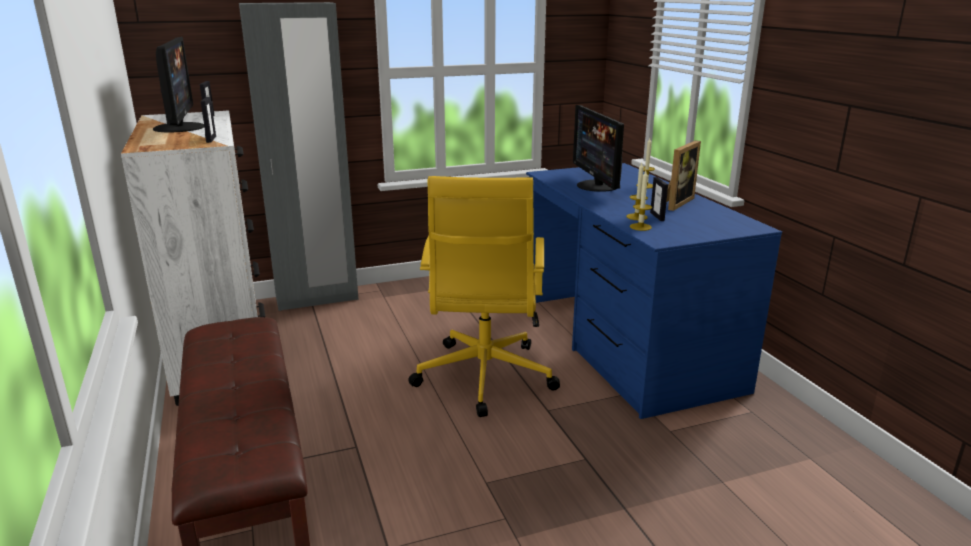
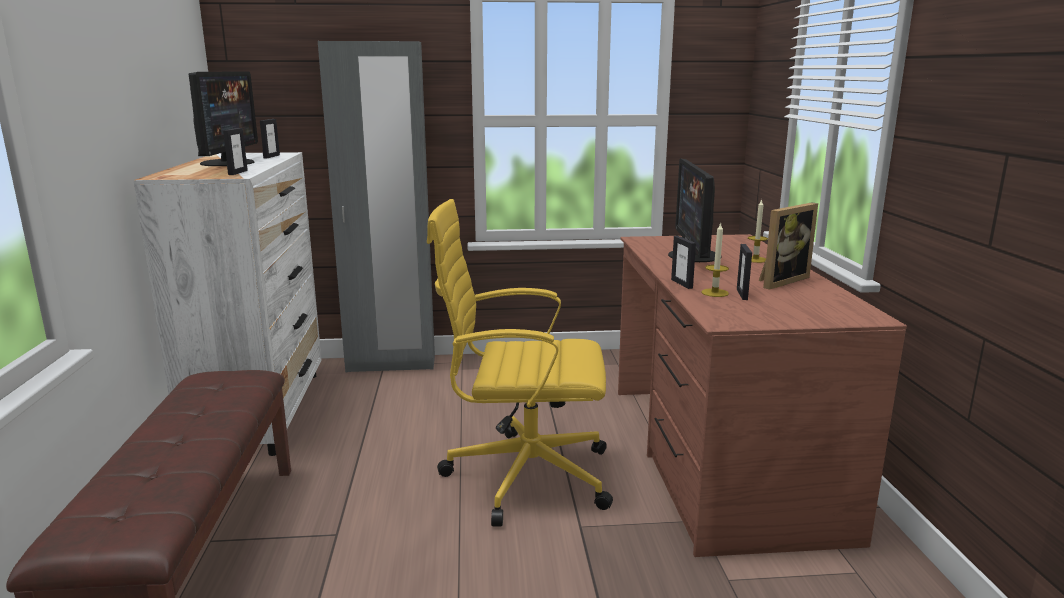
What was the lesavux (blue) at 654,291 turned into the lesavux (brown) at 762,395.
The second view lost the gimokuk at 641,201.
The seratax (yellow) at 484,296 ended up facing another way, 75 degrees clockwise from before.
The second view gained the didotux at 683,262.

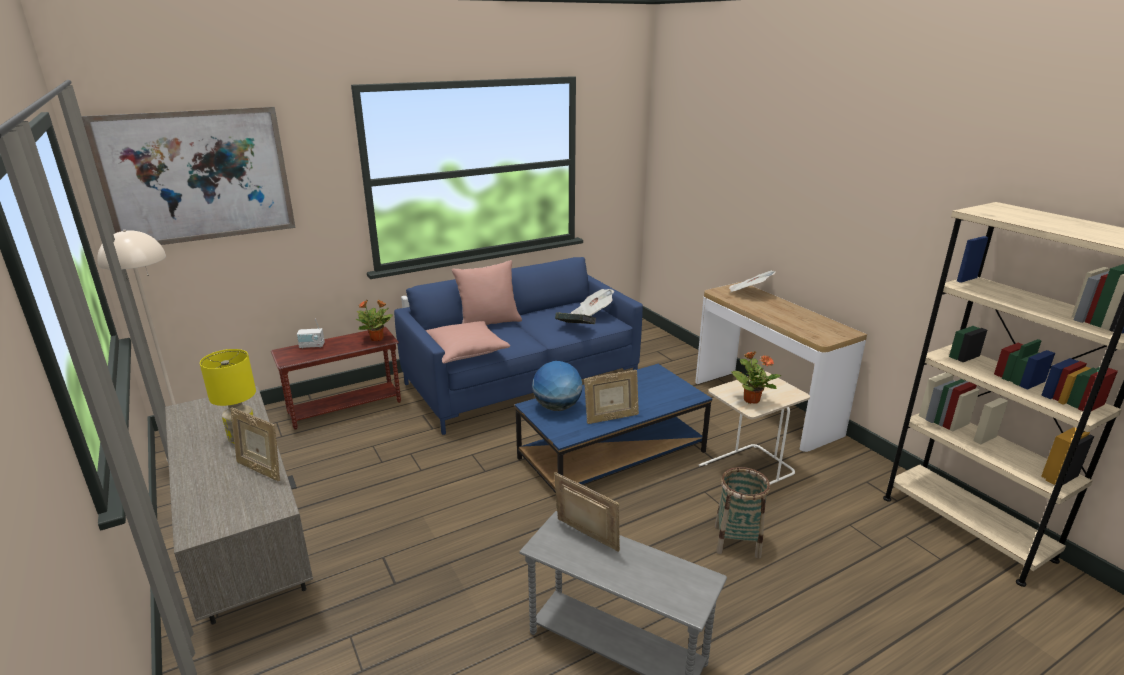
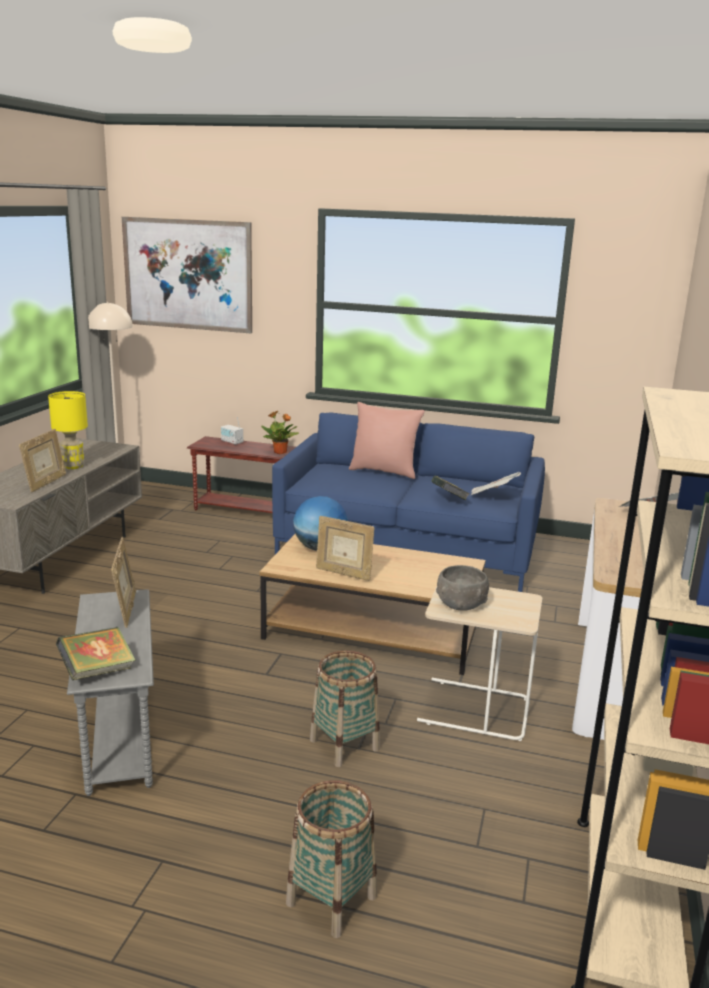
The second view lost the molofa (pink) at 467,342.
Where the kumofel stood at 756,377, the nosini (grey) came to stand at 462,588.
What was the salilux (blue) at 613,428 turned into the salilux (brown) at 372,604.
The didotux at 255,444 ended up facing another way, 150 degrees counterclockwise from before.
The second view gained the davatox at 96,653.
The second view gained the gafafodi at 331,859.

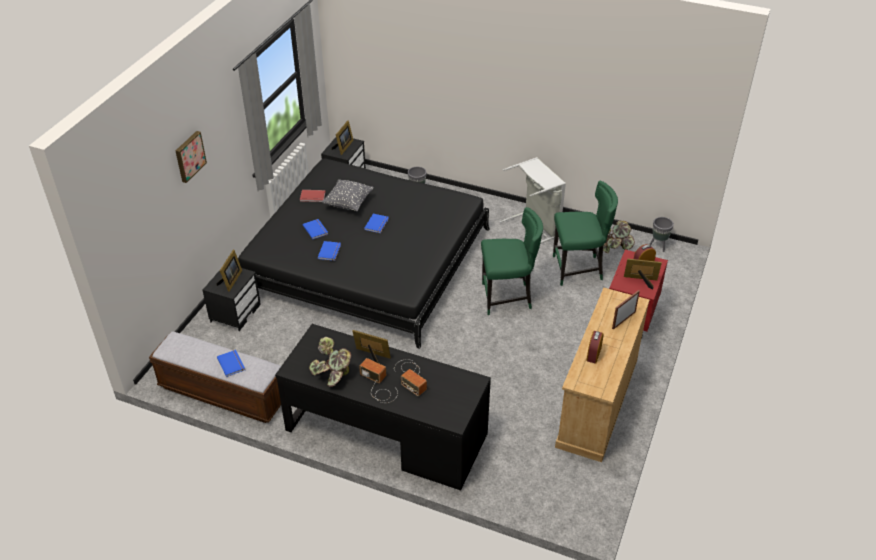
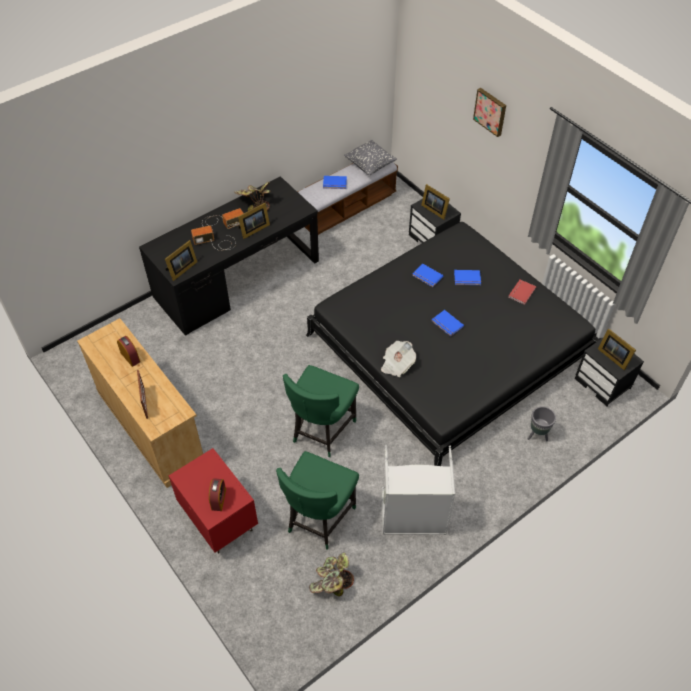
The molofa (grey) ended up elsewhere, having gone from 348,195 to 370,158.
The second view lost the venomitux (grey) at 661,234.
The didotux ended up elsewhere, having gone from 643,274 to 181,260.
The second view gained the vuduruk at 398,359.

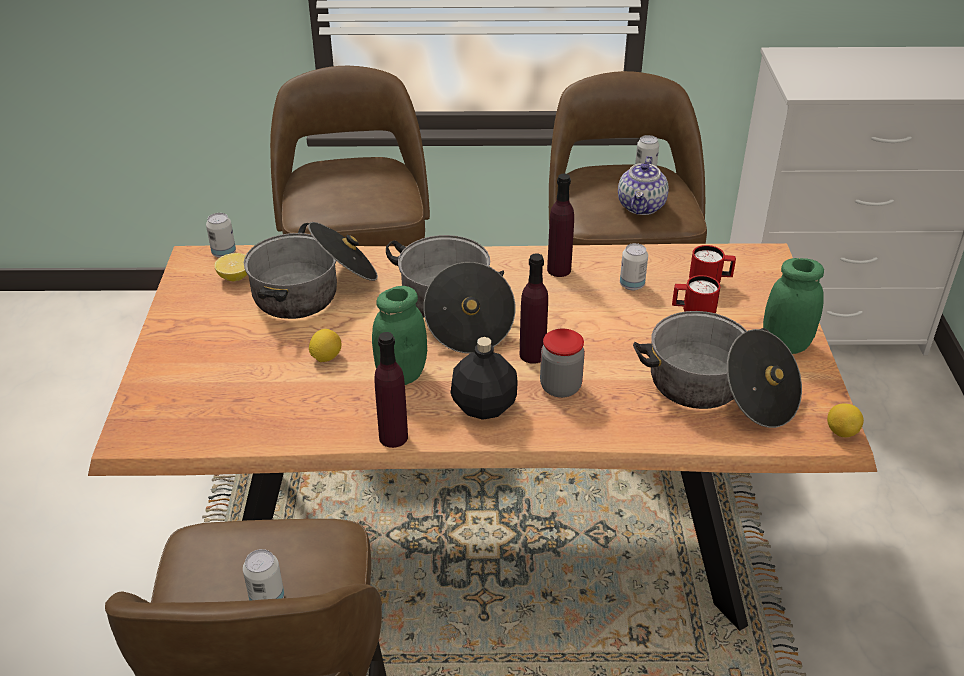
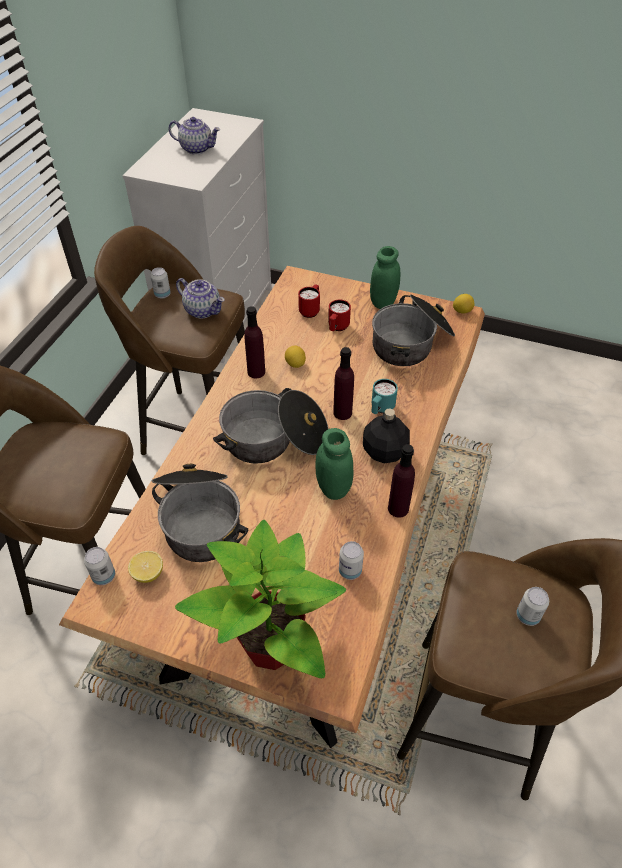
The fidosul ended up elsewhere, having gone from 634,266 to 351,560.
Where the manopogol stood at 562,363, the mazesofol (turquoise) came to stand at 384,396.
The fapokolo ended up elsewhere, having gone from 325,345 to 295,356.
The second view gained the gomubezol at 194,135.
The second view gained the kumofel at 260,599.

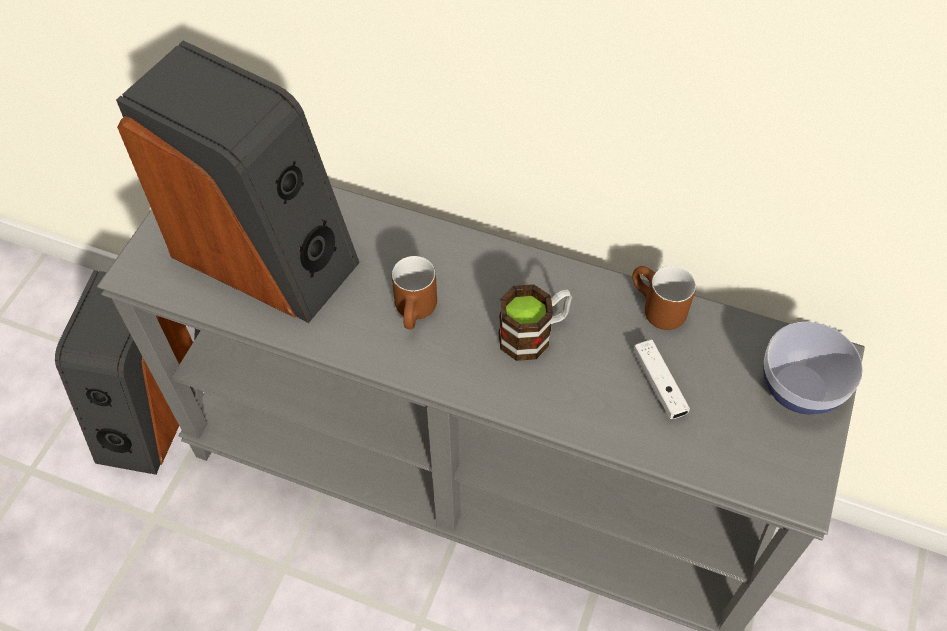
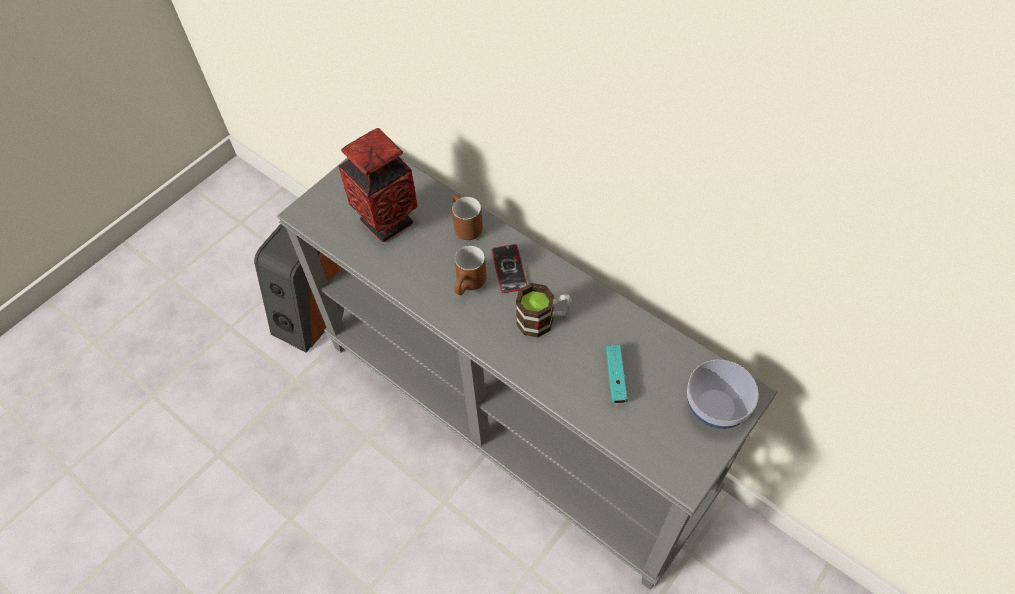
Where the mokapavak stood at 238,181, the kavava came to stand at 378,185.
The mazesofol (brown) ended up elsewhere, having gone from 664,298 to 467,217.
What was the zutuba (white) at 662,379 turned into the zutuba (turquoise) at 616,374.
The second view gained the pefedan at 509,268.

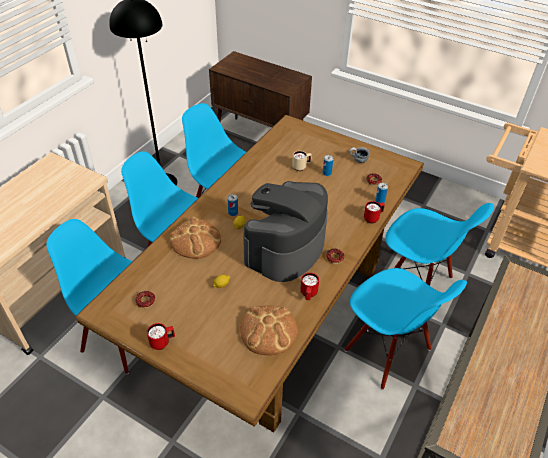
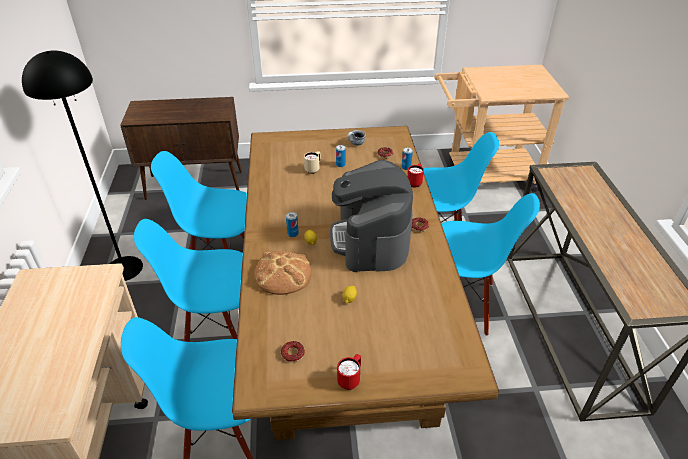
The second view lost the mazesofol (red) at 310,286.
The second view lost the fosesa at 268,330.

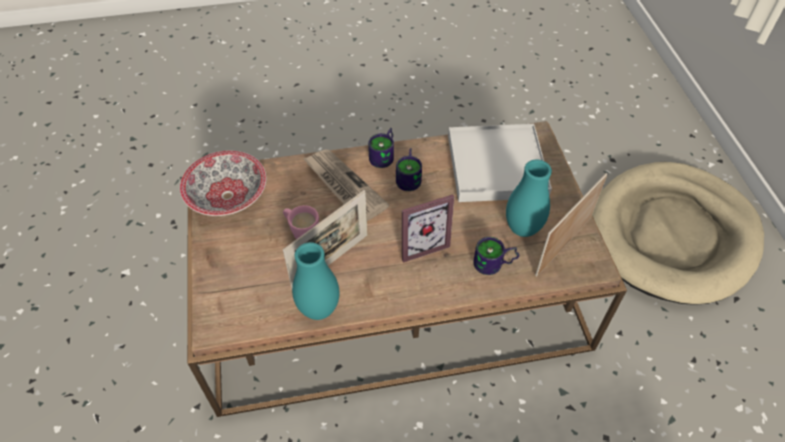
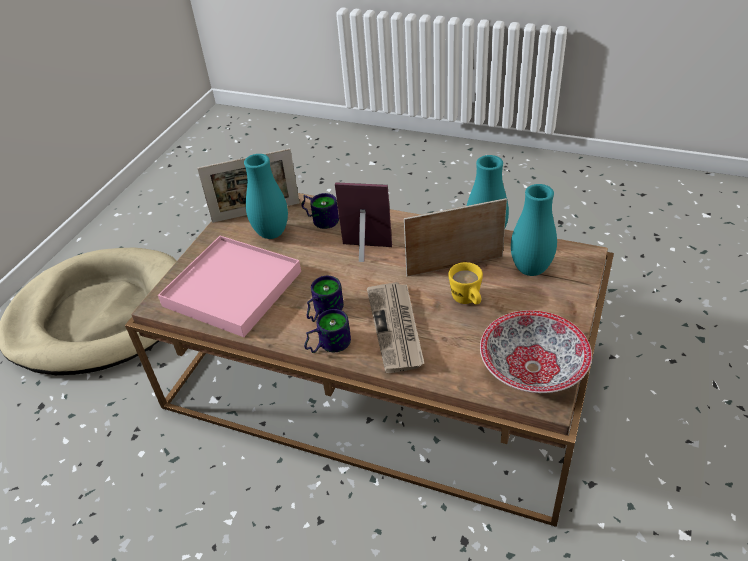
What was the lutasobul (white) at 500,163 turned into the lutasobul (pink) at 229,286.
What was the mazesofol (pink) at 301,222 turned into the mazesofol (yellow) at 465,283.
The second view gained the kavava (turquoise) at 534,230.

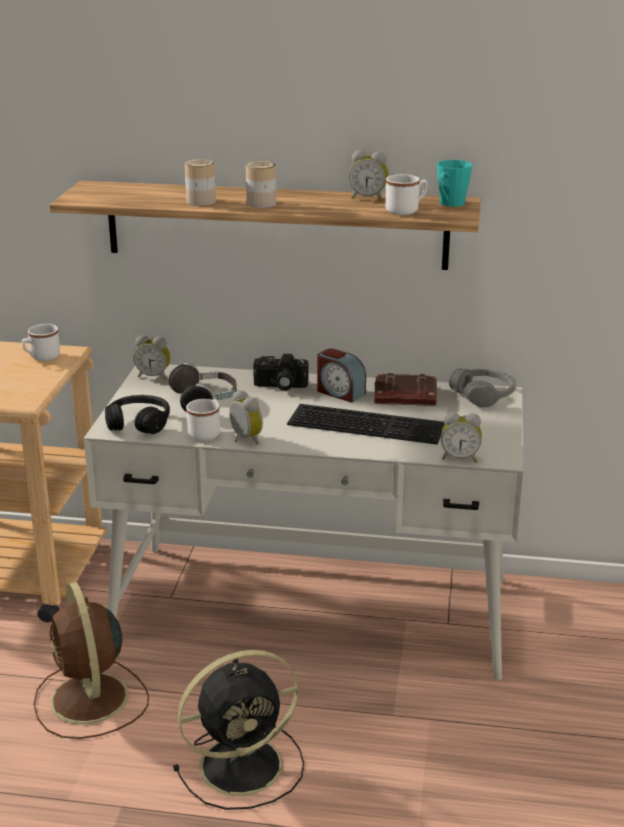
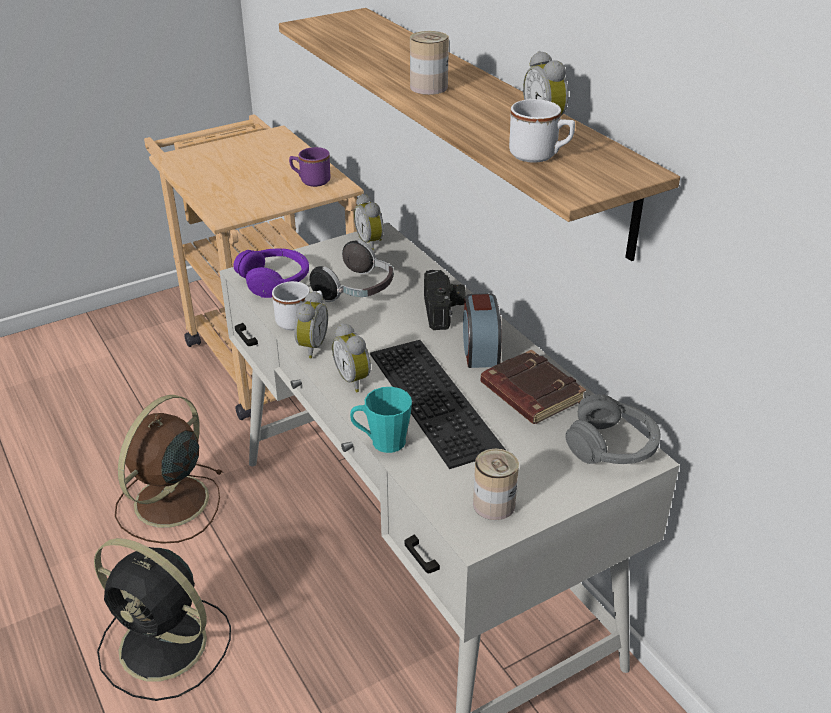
The fidosul ended up elsewhere, having gone from 200,182 to 496,484.
The mazesofol (turquoise) ended up elsewhere, having gone from 454,183 to 381,420.
What was the mazesofol (white) at 41,342 turned into the mazesofol (purple) at 309,167.
The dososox at 281,372 ended up facing another way, 150 degrees counterclockwise from before.
What was the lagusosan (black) at 137,414 turned into the lagusosan (purple) at 271,273.
The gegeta ended up elsewhere, having gone from 461,437 to 351,357.

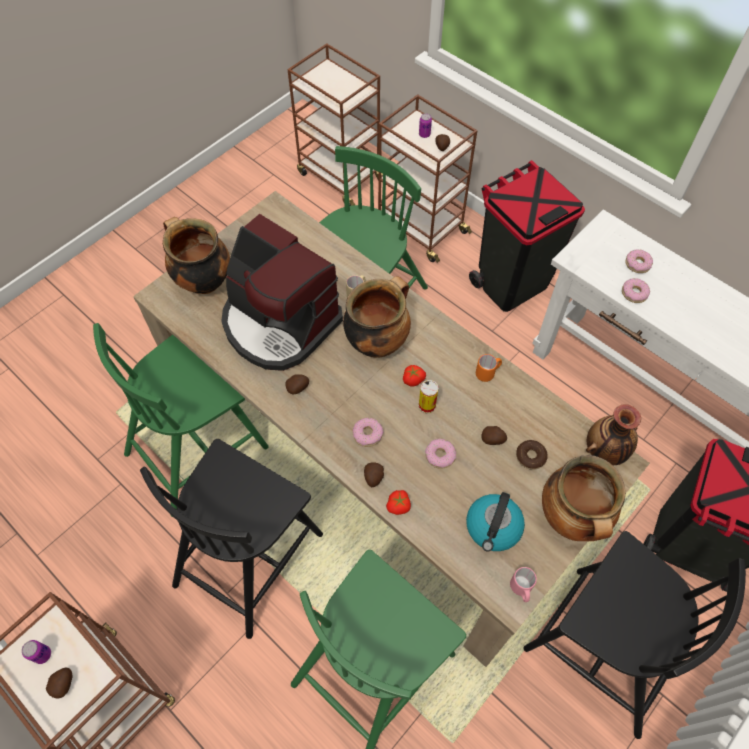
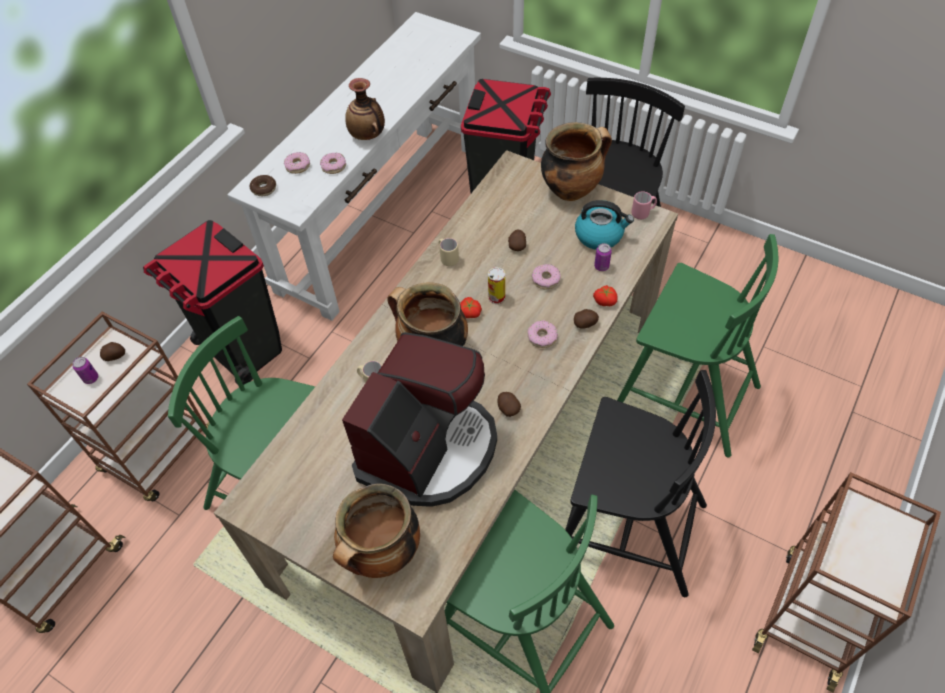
What was the mazesofol (orange) at 489,368 turned into the mazesofol (beige) at 449,252.
The kavava ended up elsewhere, having gone from 613,434 to 365,109.
The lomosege ended up elsewhere, having gone from 532,455 to 263,185.
The fidosul ended up elsewhere, having gone from 36,652 to 603,257.
The second view lost the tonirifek at 59,683.

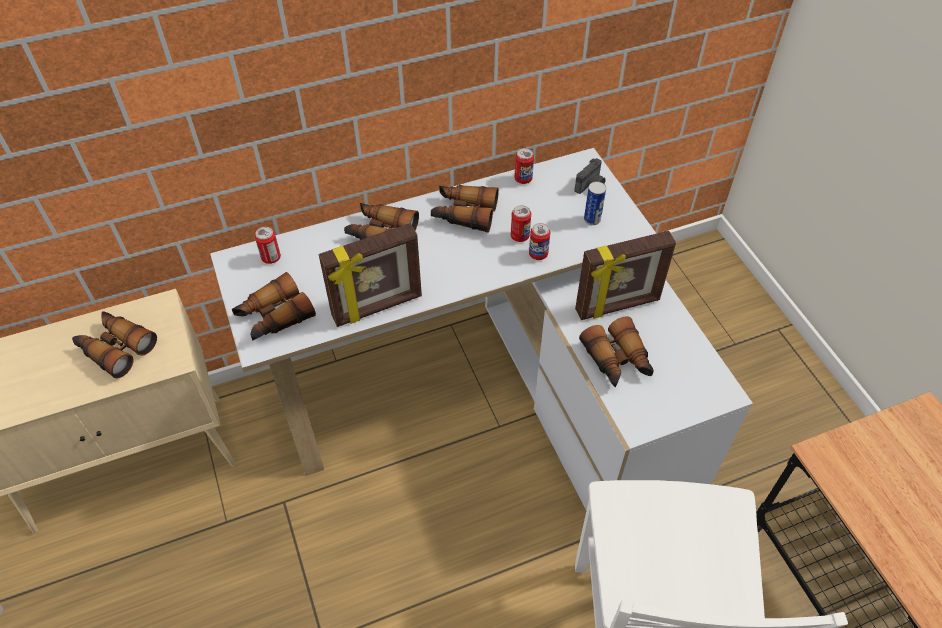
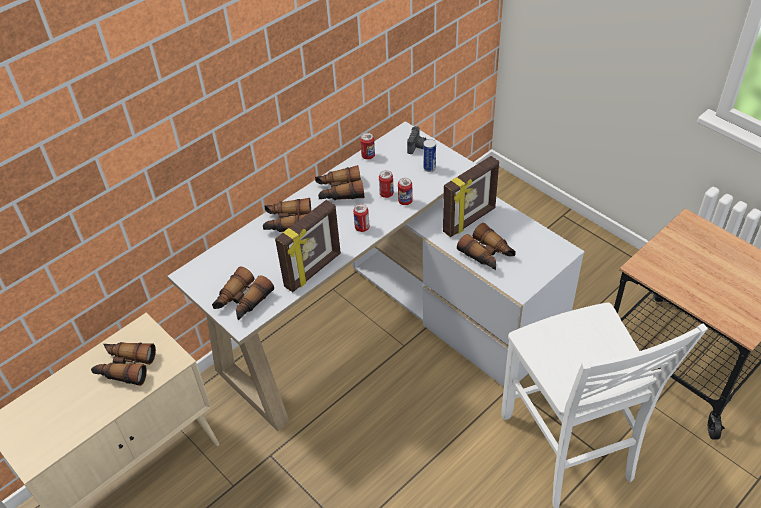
The fidosul ended up elsewhere, having gone from 268,245 to 361,218.

